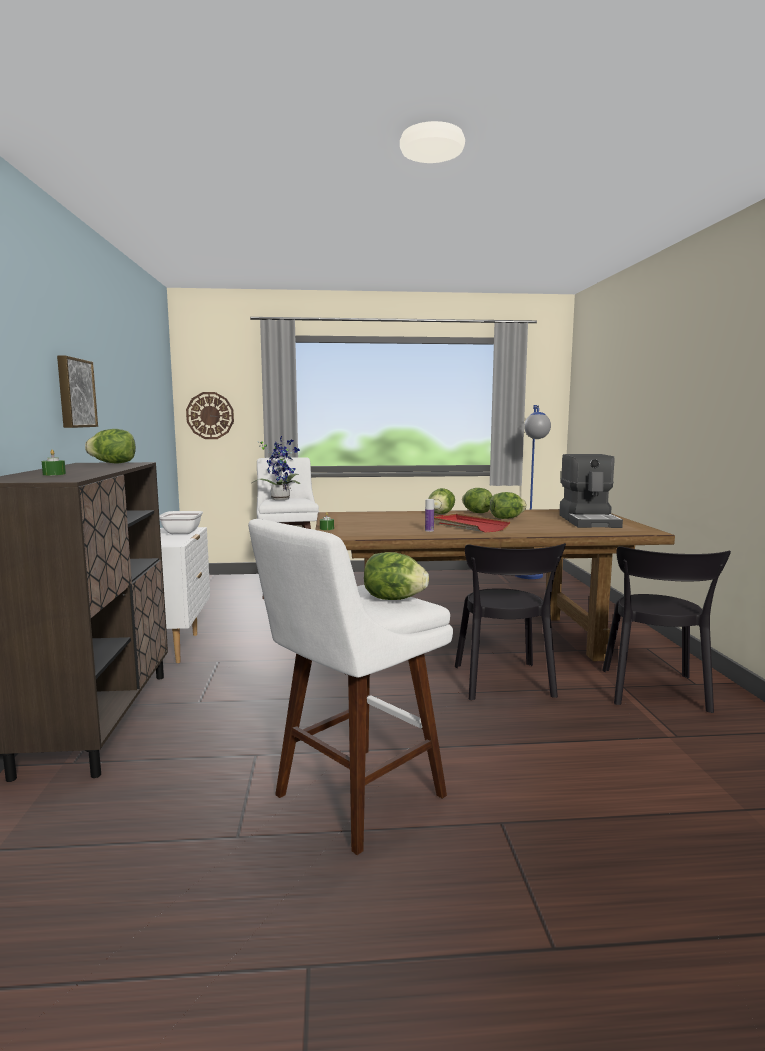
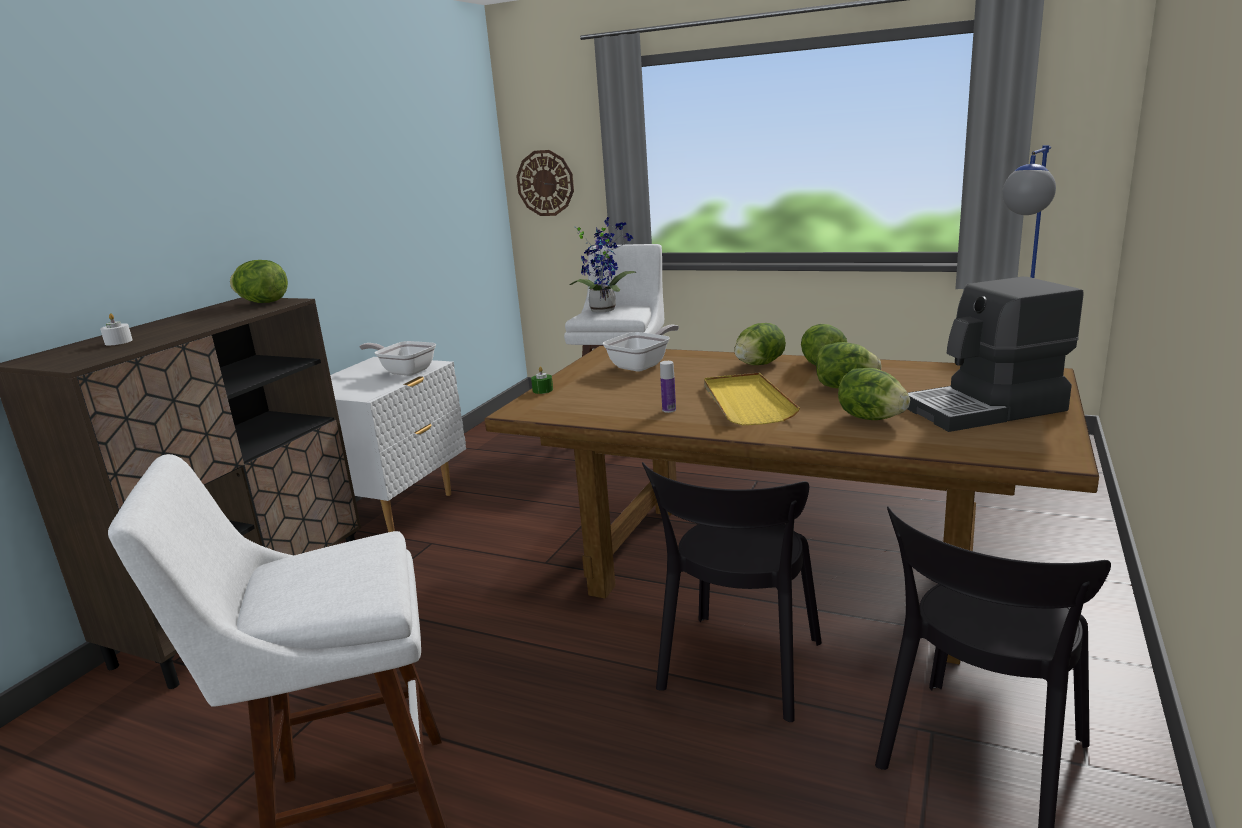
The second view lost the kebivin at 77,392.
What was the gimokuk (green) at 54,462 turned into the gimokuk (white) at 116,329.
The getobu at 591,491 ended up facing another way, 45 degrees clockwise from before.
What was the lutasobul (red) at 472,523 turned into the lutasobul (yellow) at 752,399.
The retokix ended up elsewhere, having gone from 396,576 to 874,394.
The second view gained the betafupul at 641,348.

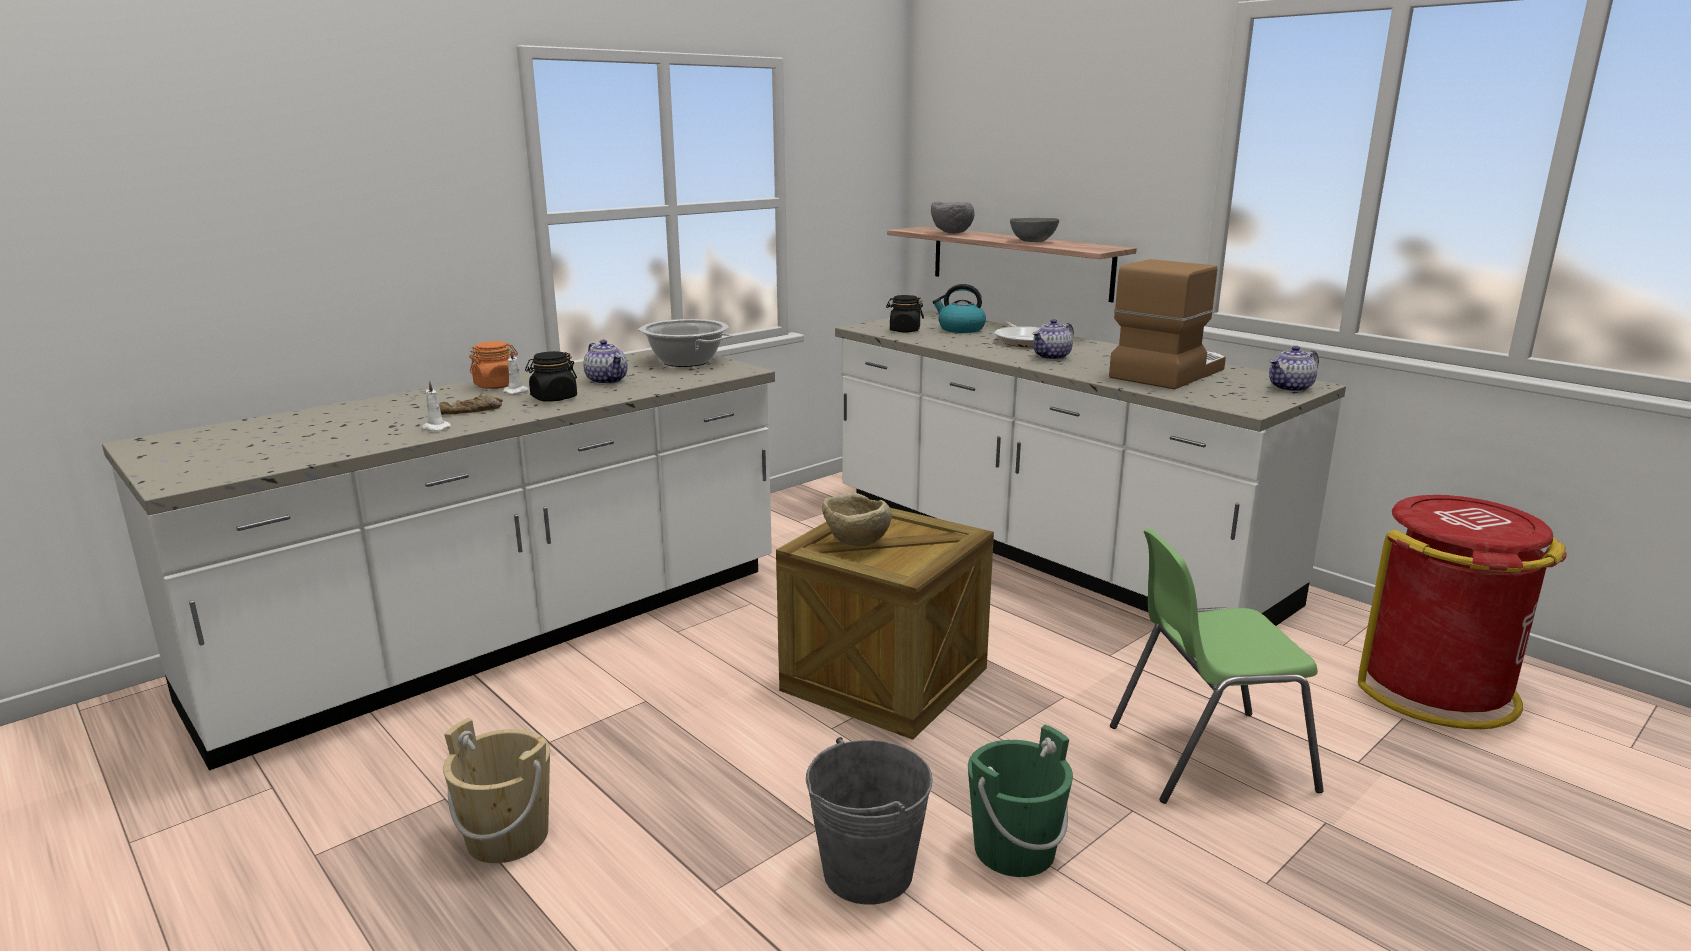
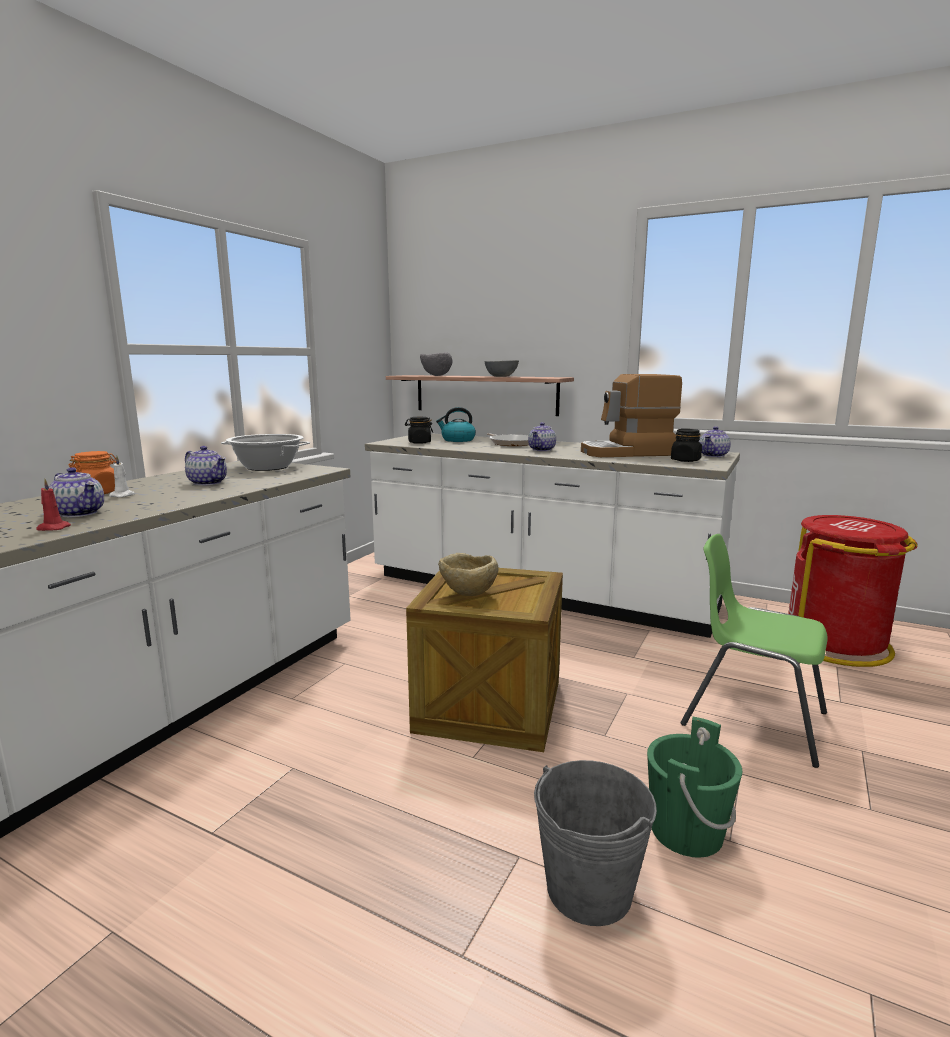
The getobu at 1167,324 ended up facing another way, 120 degrees counterclockwise from before.
The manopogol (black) ended up elsewhere, having gone from 551,376 to 686,445.
What was the gimokuk (white) at 436,406 turned into the gimokuk (red) at 53,505.
Where the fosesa stood at 471,404, the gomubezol came to stand at 76,492.
The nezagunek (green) at 1217,666 ended up facing another way, 60 degrees clockwise from before.
The second view lost the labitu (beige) at 496,790.

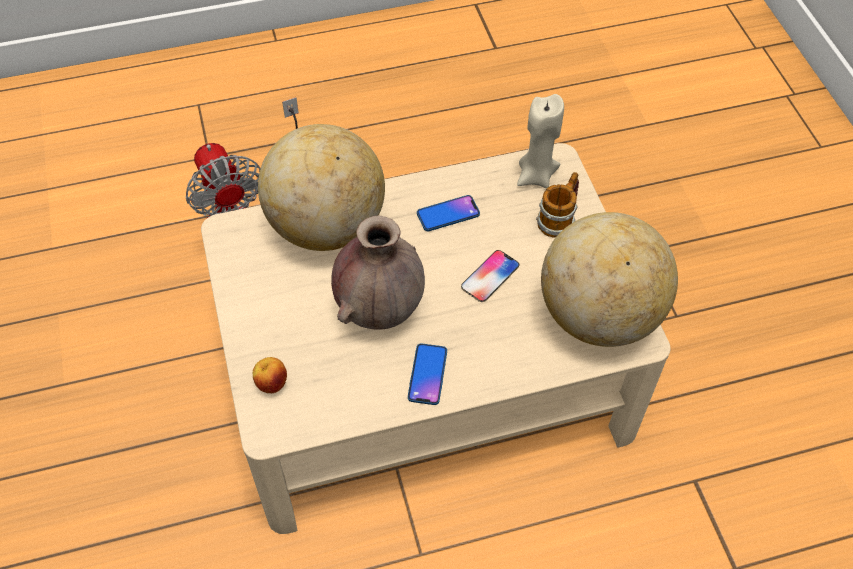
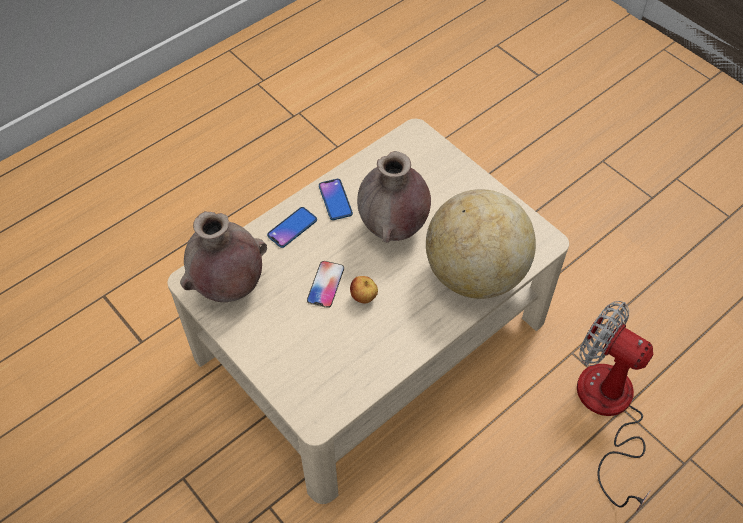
The second view lost the gimokuk (beige) at 540,141.
The second view lost the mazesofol at 557,205.
The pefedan ended up elsewhere, having gone from 448,213 to 292,227.
Where the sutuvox stood at 609,279, the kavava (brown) came to stand at 223,256.
The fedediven ended up elsewhere, having gone from 270,375 to 364,290.

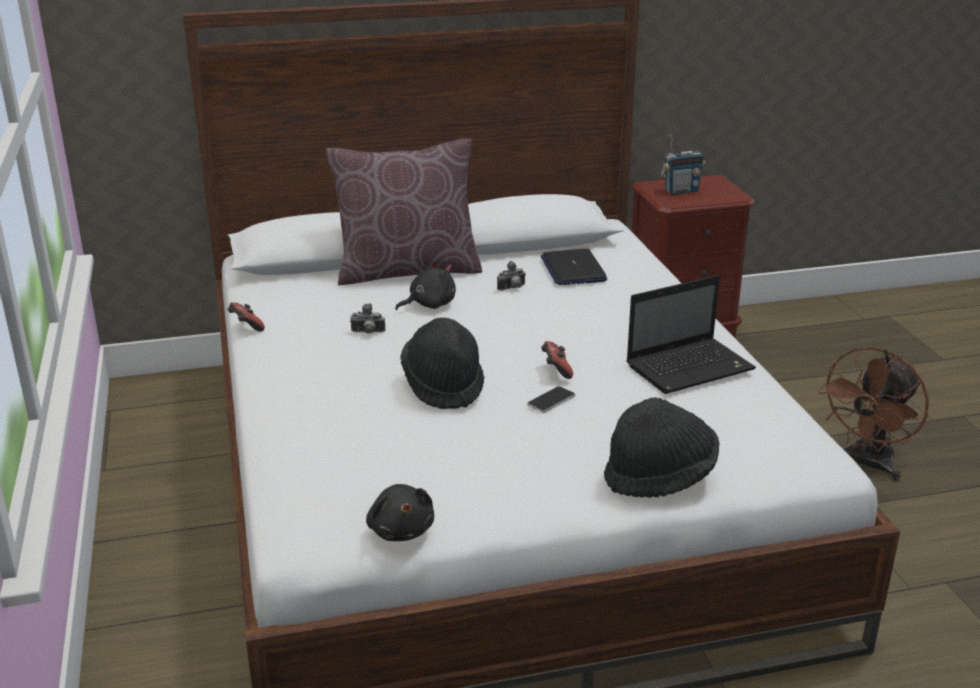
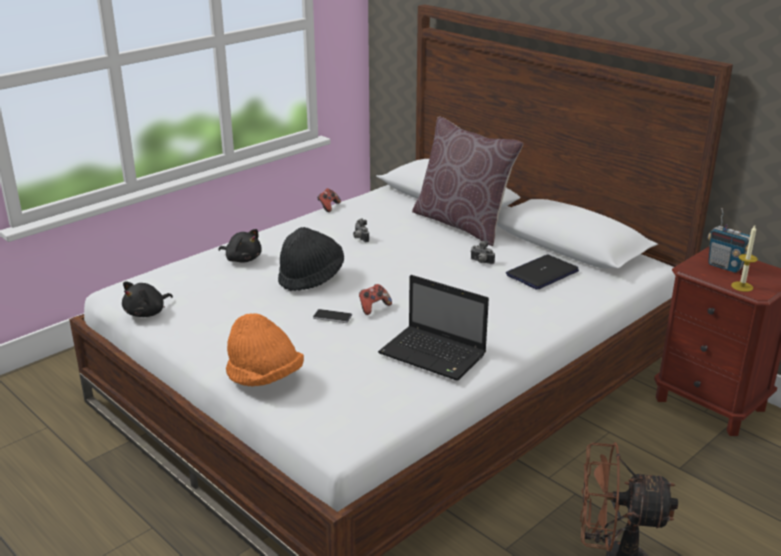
The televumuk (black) ended up elsewhere, having gone from 425,285 to 240,246.
What was the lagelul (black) at 661,447 turned into the lagelul (orange) at 265,349.
The second view gained the gimokuk at 744,258.

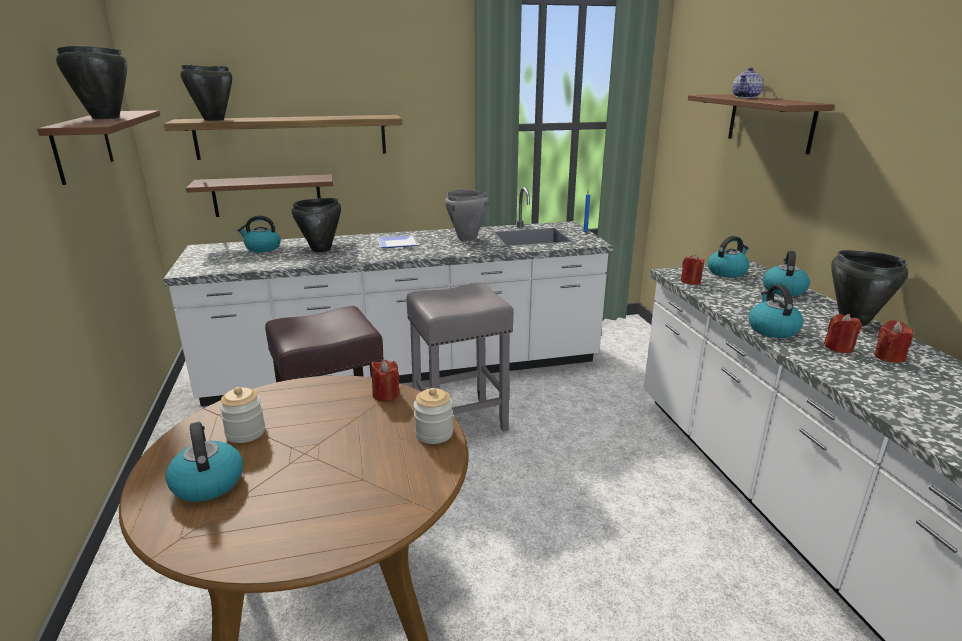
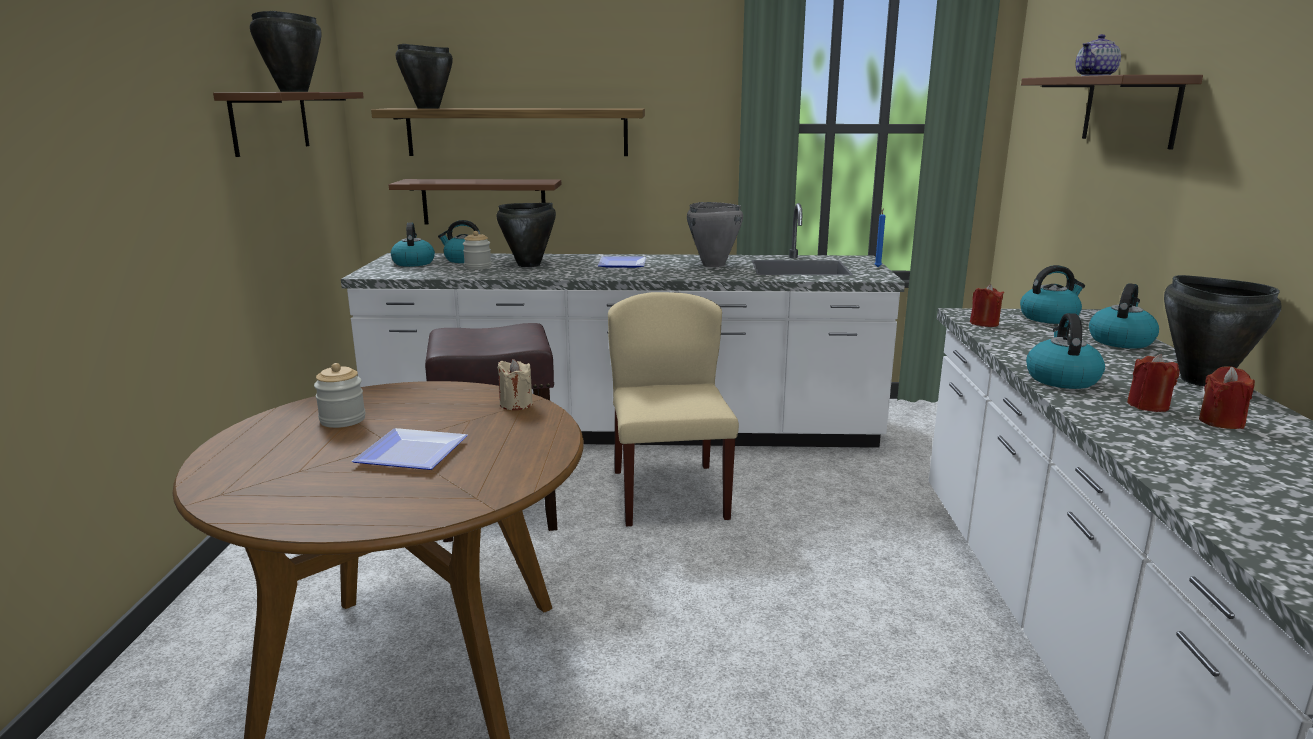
Where the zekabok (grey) stood at 460,357, the nezagunek (beige) came to stand at 673,409.
What was the gimokuk (red) at 385,381 turned into the gimokuk (beige) at 515,384.
The manopogol ended up elsewhere, having gone from 433,416 to 477,250.
The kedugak ended up elsewhere, having gone from 204,462 to 413,245.
The second view gained the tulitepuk at 410,449.

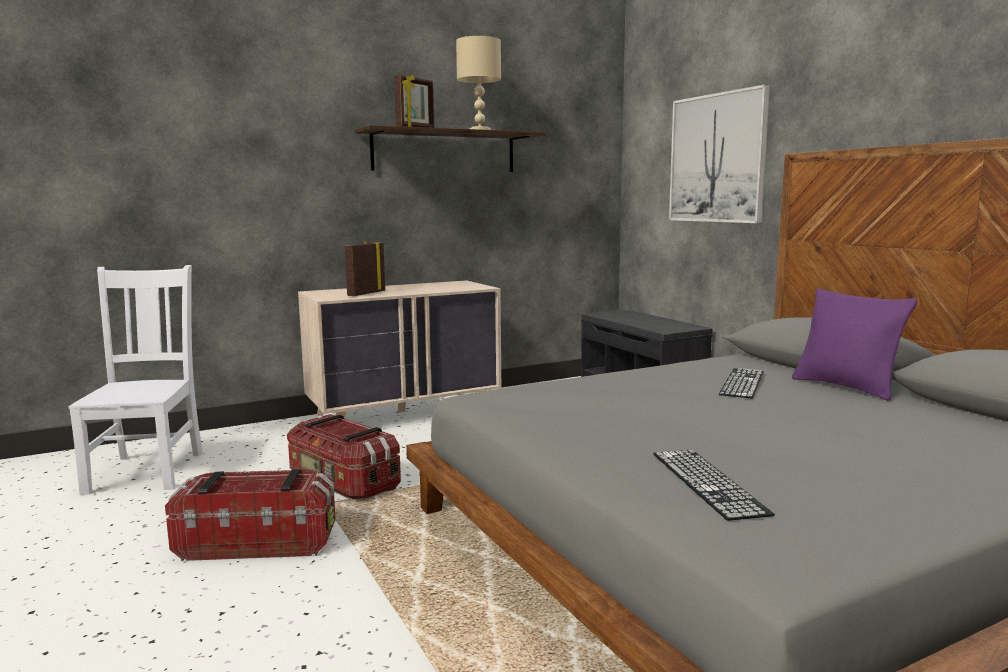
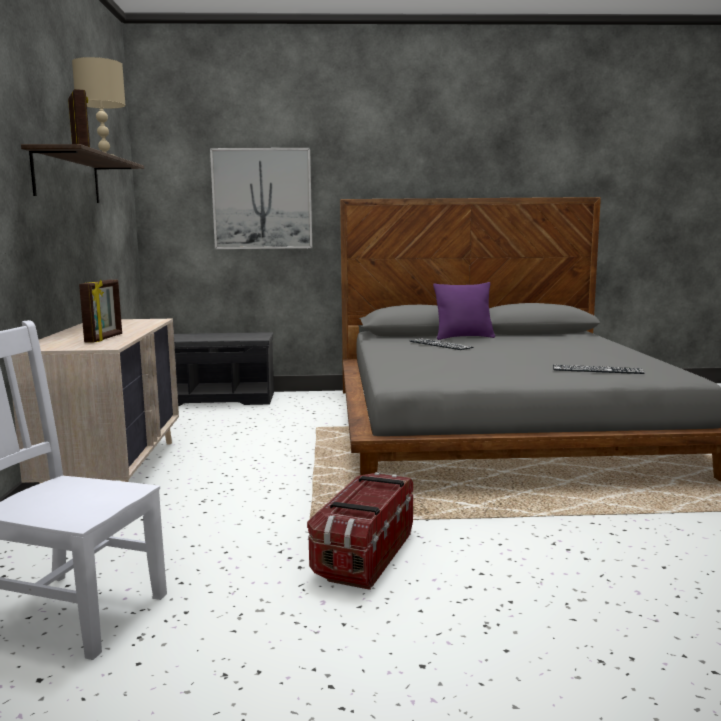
The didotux at 365,269 ended up facing another way, 135 degrees counterclockwise from before.
The second view lost the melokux at 344,456.

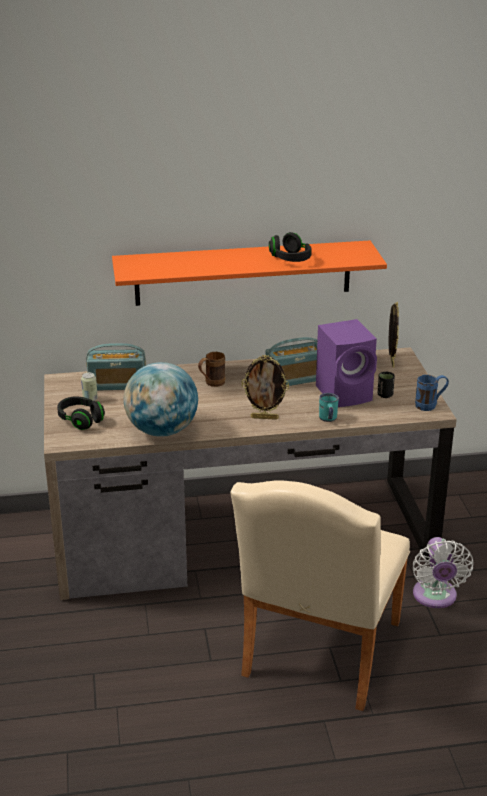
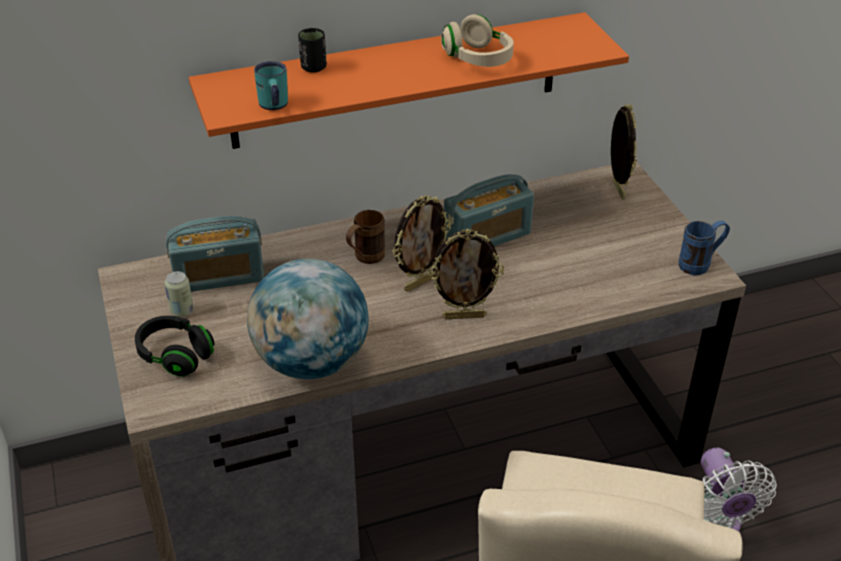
What was the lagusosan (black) at 290,247 turned into the lagusosan (beige) at 477,41.
The second view lost the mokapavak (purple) at 346,363.
The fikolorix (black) ended up elsewhere, having gone from 386,385 to 312,50.
The mazesofol (turquoise) ended up elsewhere, having gone from 329,407 to 271,85.
The second view gained the didotux at 422,243.

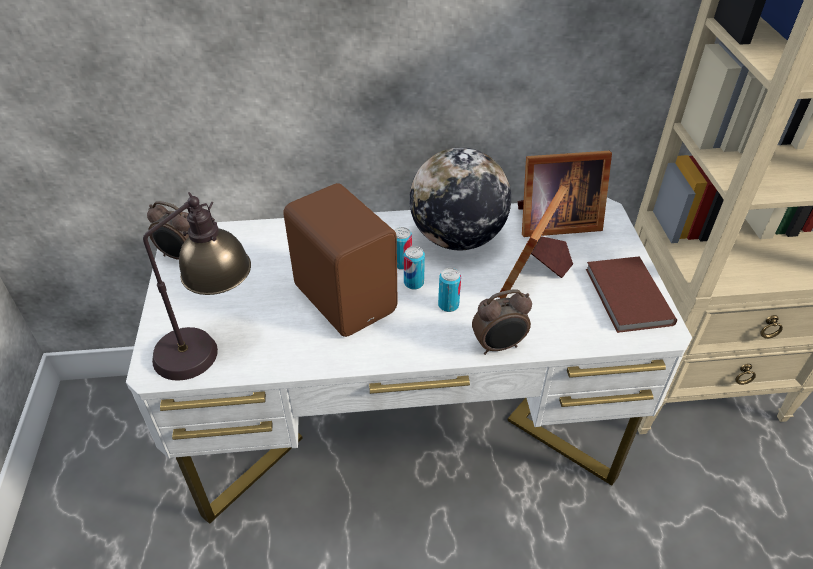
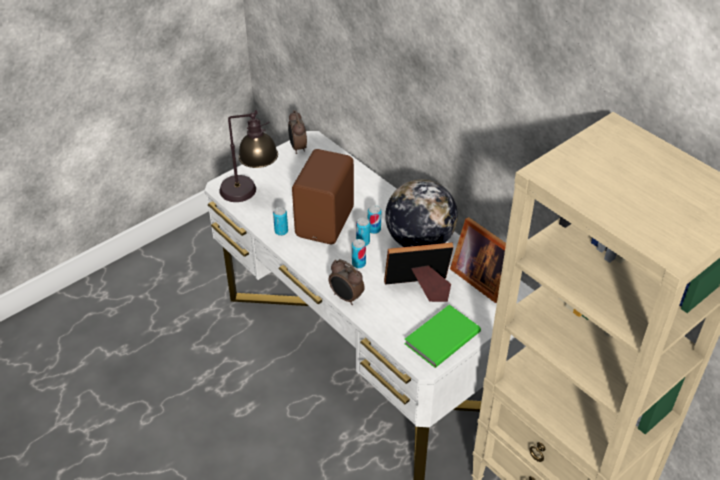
What was the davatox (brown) at 631,294 turned into the davatox (green) at 442,336.
The second view gained the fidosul at 280,221.

